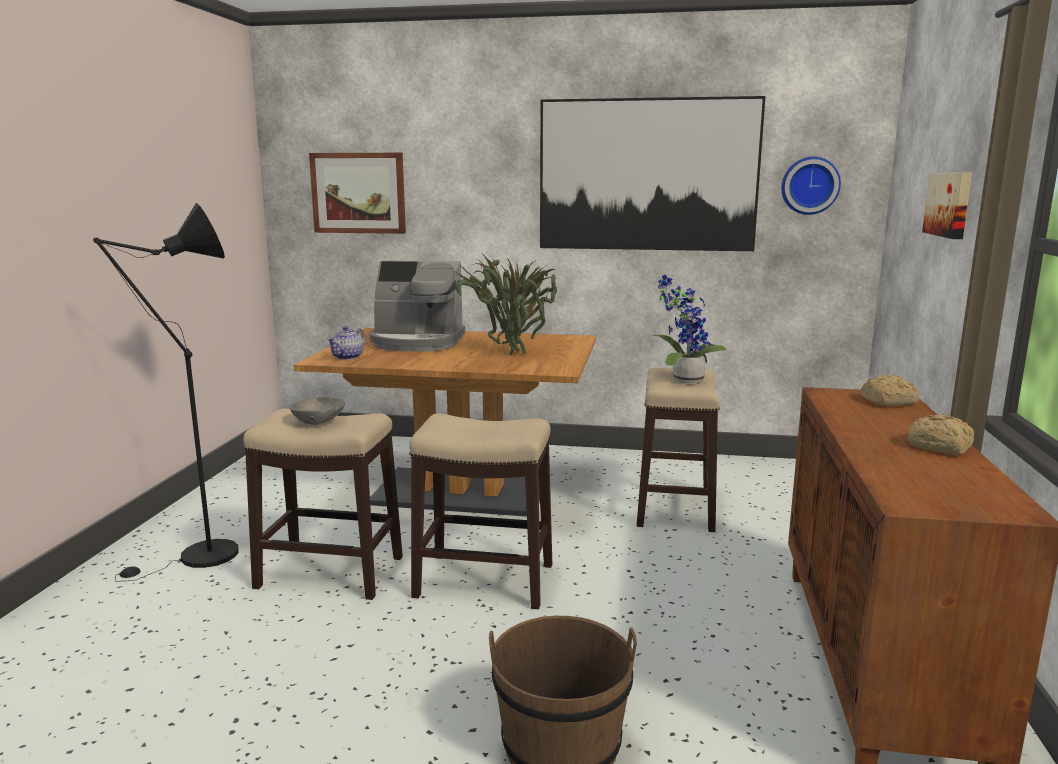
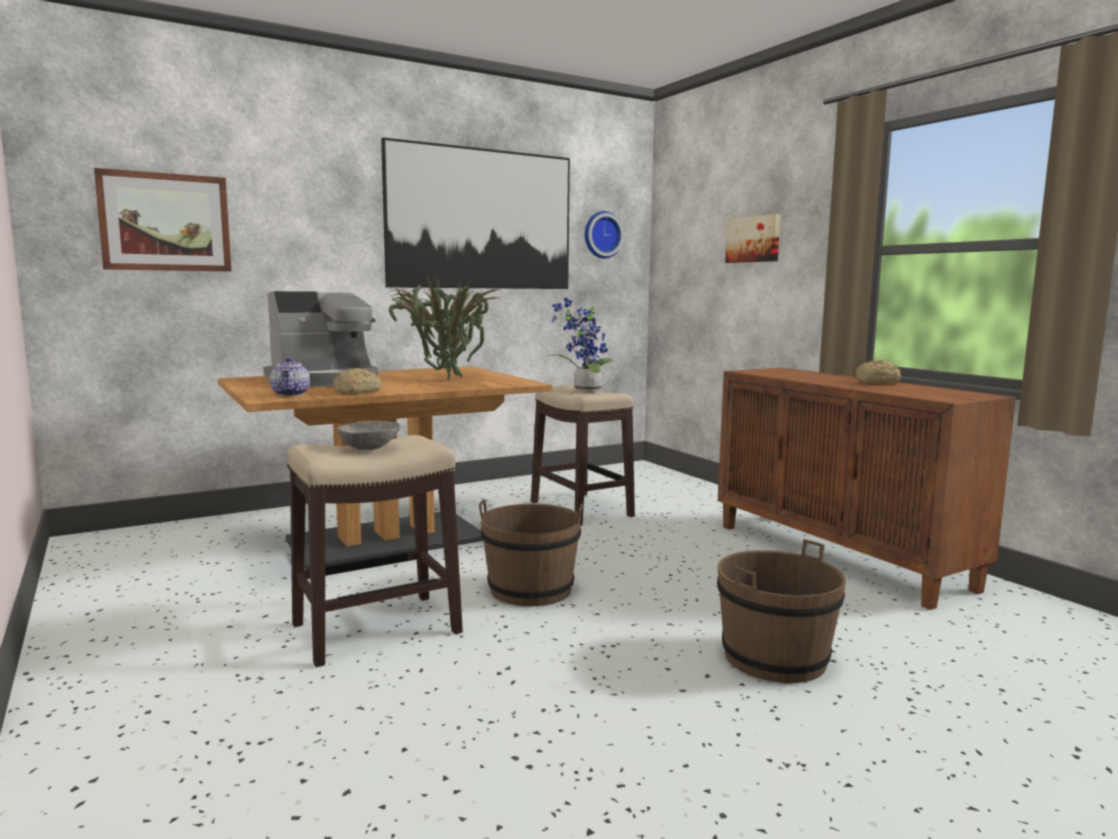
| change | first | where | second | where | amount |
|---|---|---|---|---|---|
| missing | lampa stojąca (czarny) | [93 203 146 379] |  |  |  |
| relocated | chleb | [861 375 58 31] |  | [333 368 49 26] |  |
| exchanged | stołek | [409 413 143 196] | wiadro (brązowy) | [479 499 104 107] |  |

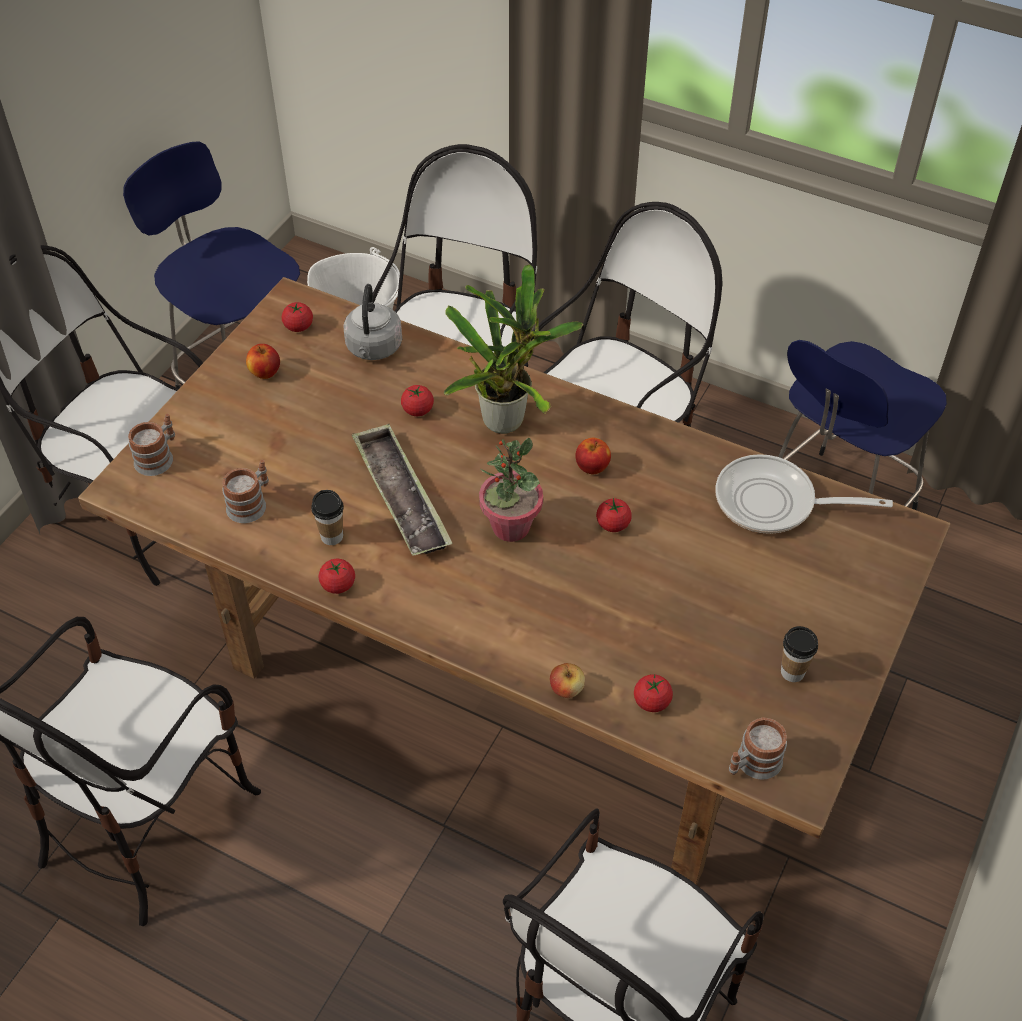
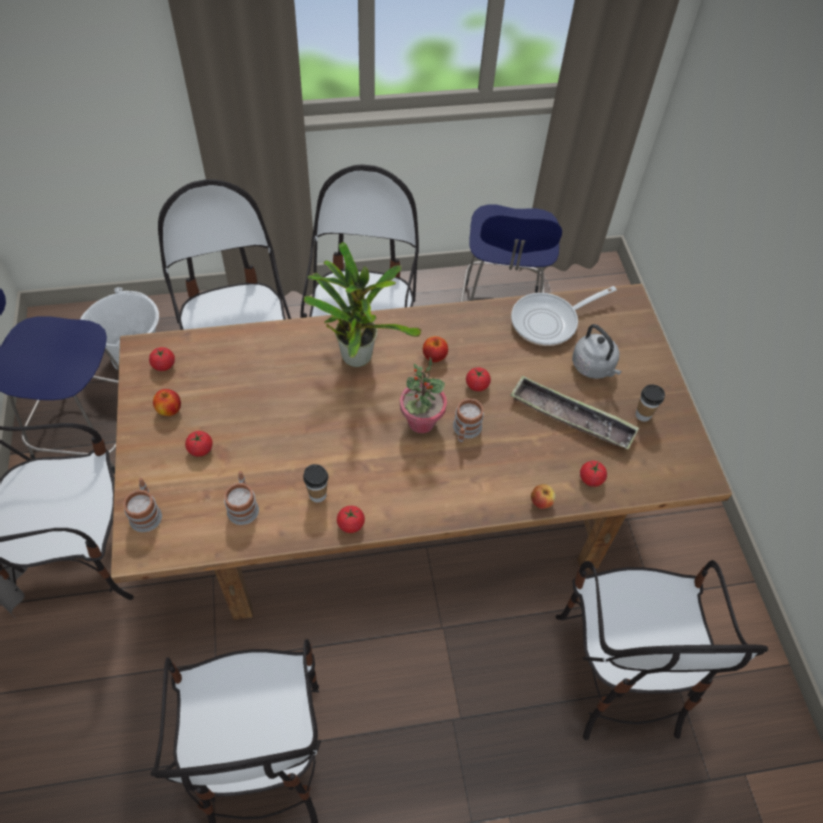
| change | first | where | second | where | amount |
|---|---|---|---|---|---|
| relocated | czajnik (szary) | [343 284 59 76] |  | [572 324 50 55] |  |
| relocated | taca | [352 424 100 132] |  | [510 376 129 73] |  |
| relocated | pomidor | [401 385 33 31] |  | [185 431 28 25] |  |
| relocated | kubek | [729 717 58 63] |  | [453 398 31 45] |  |

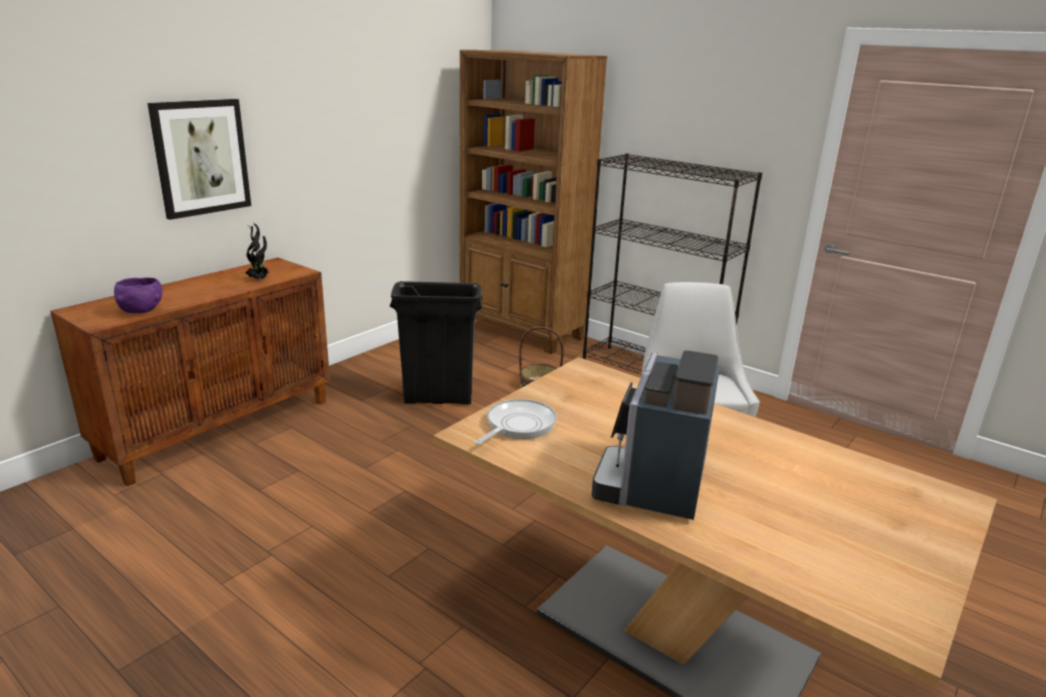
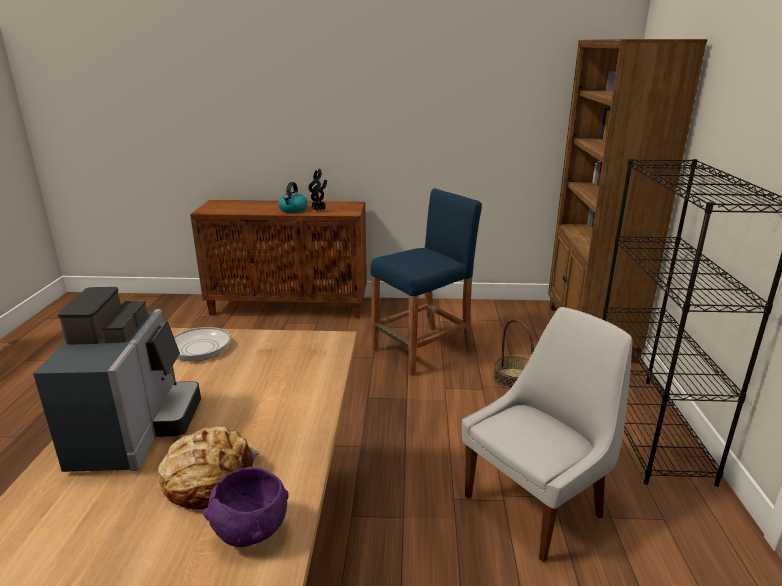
| change | first | where | second | where | amount |
|---|---|---|---|---|---|
| missing | obraz | [147 99 104 121] |  |  |  |
| appeared |  |  | chleb | [158 426 103 84] |  |
| appeared |  |  | czajnik | [278 182 30 31] |  |
| relocated | miska (fioletowy) | [114 278 48 35] |  | [203 467 86 80] |  |
| exchanged | kosz na śmieci (czarny) | [390 281 93 123] | stołek (niebieski) | [370 188 112 188] |  |
| spun | ekspres do kawy | [592 350 128 170] |  | [33 287 168 185] | 105 degrees clockwise |

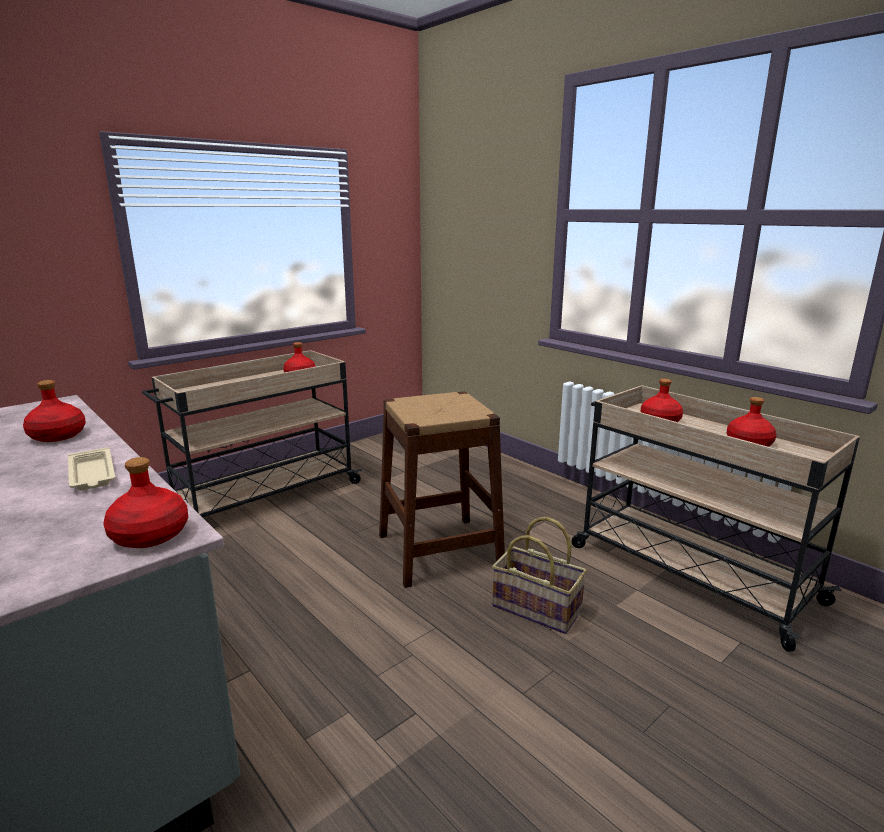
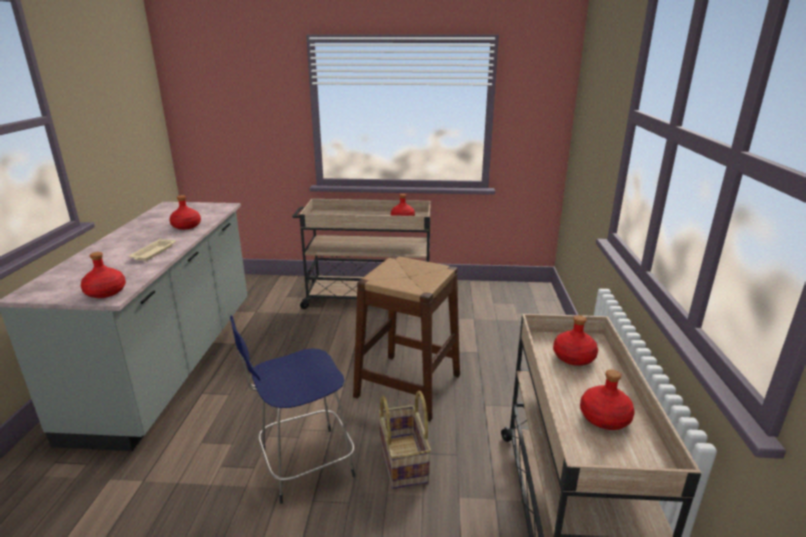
| change | first | where | second | where | amount |
|---|---|---|---|---|---|
| appeared |  |  | stołek (niebieski) | [230 316 125 188] |  |

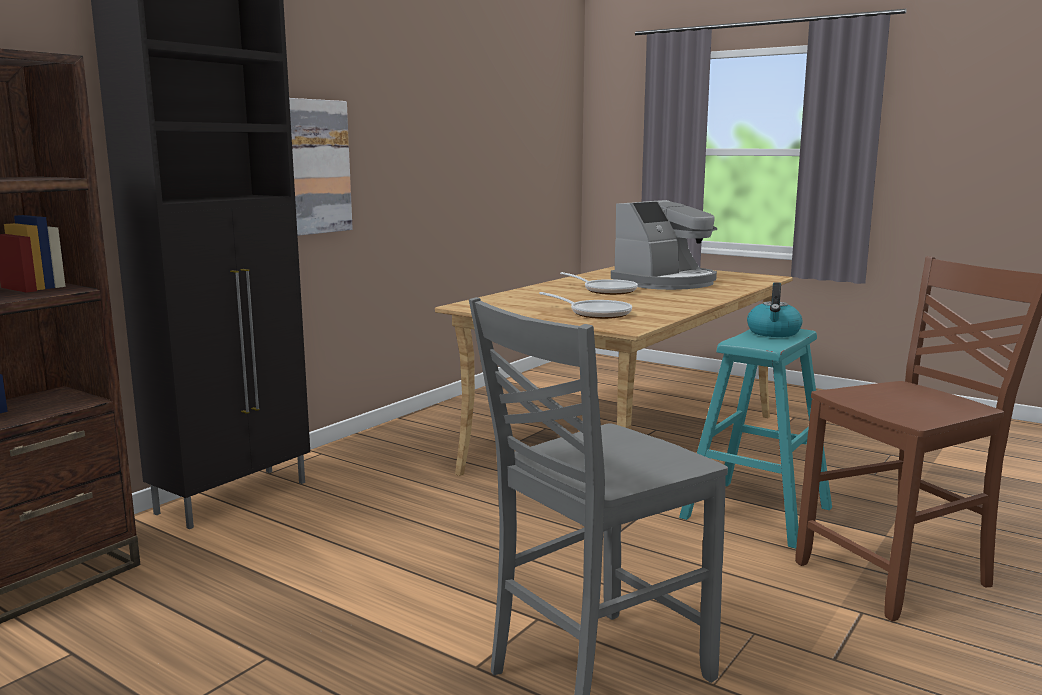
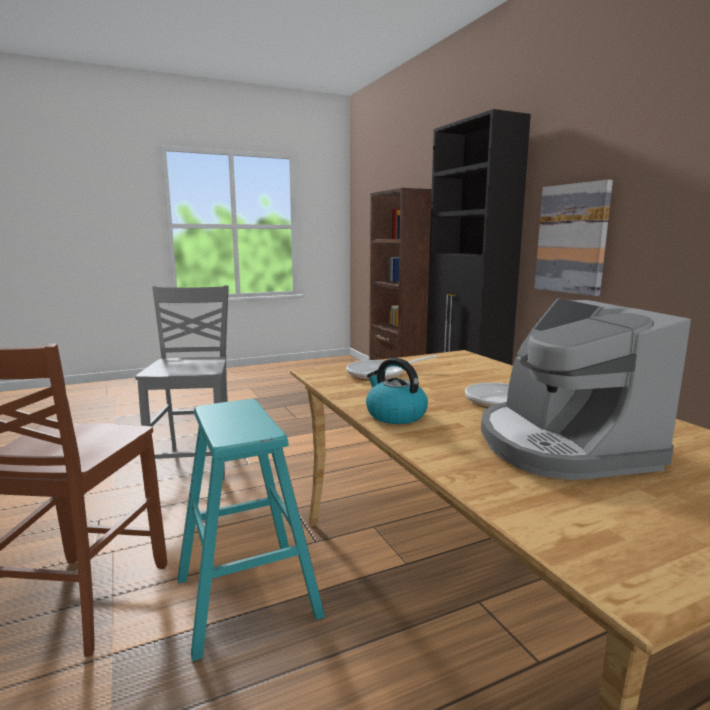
| change | first | where | second | where | amount |
|---|---|---|---|---|---|
| relocated | czajnik | [747 282 56 55] |  | [366 358 62 66] |  |

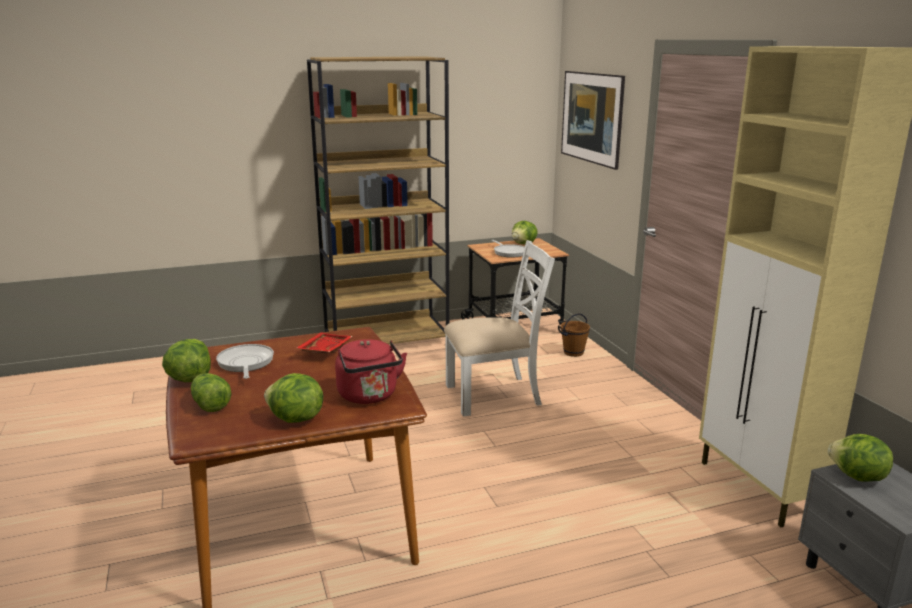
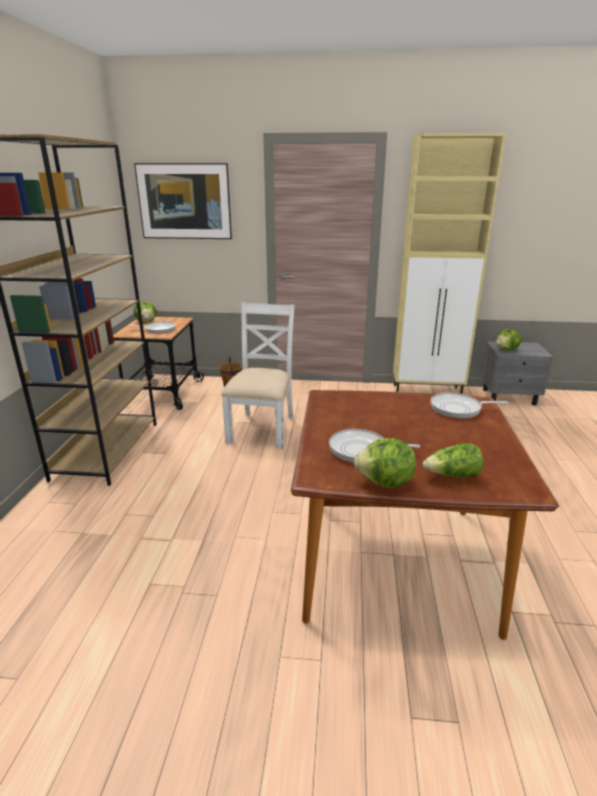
| change | first | where | second | where | amount |
|---|---|---|---|---|---|
| missing | sałata | [264 373 59 50] |  |  |  |
| missing | taca (czerwony) | [296 332 57 22] |  |  |  |
| exchanged | czajnik (czerwony) | [335 339 72 65] | patelnia | [430 393 79 26] |  |

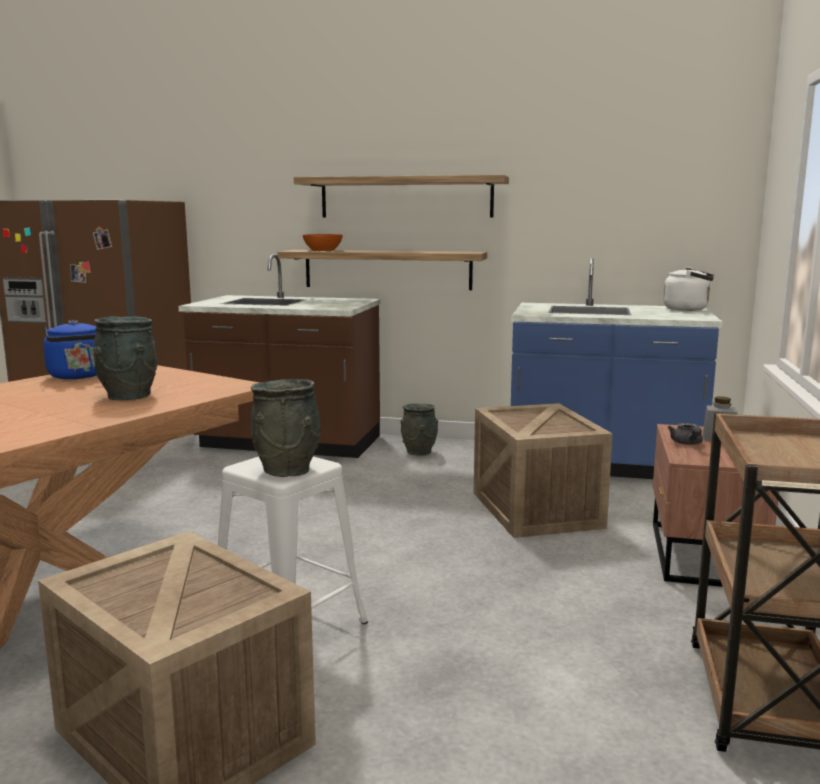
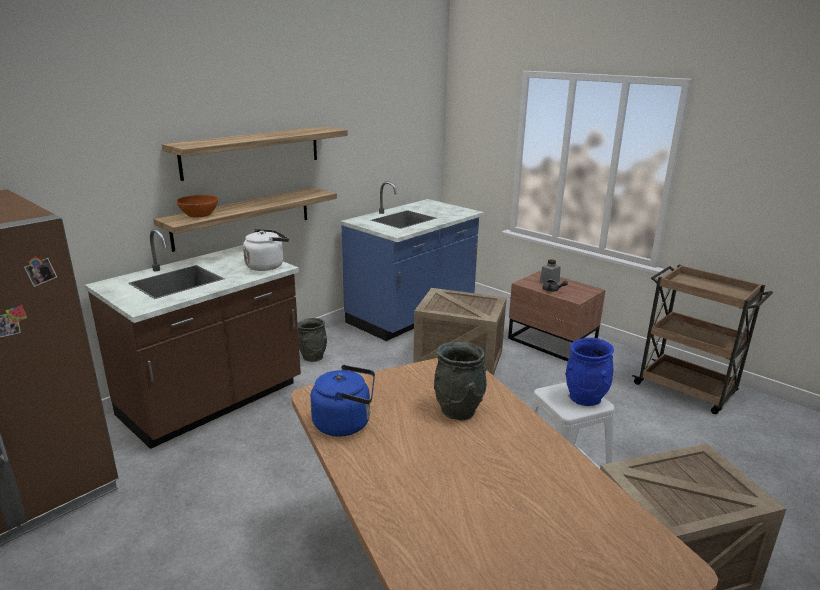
| change | first | where | second | where | amount |
|---|---|---|---|---|---|
| relocated | czajnik (biały) | [663 267 51 44] |  | [243 229 46 42] |  |
| colour | wazon (szary) | [251 379 70 98] | wazon (niebieski) | [565 338 49 68] |  |

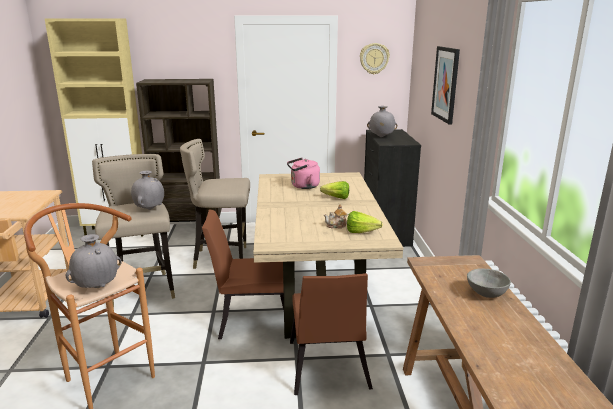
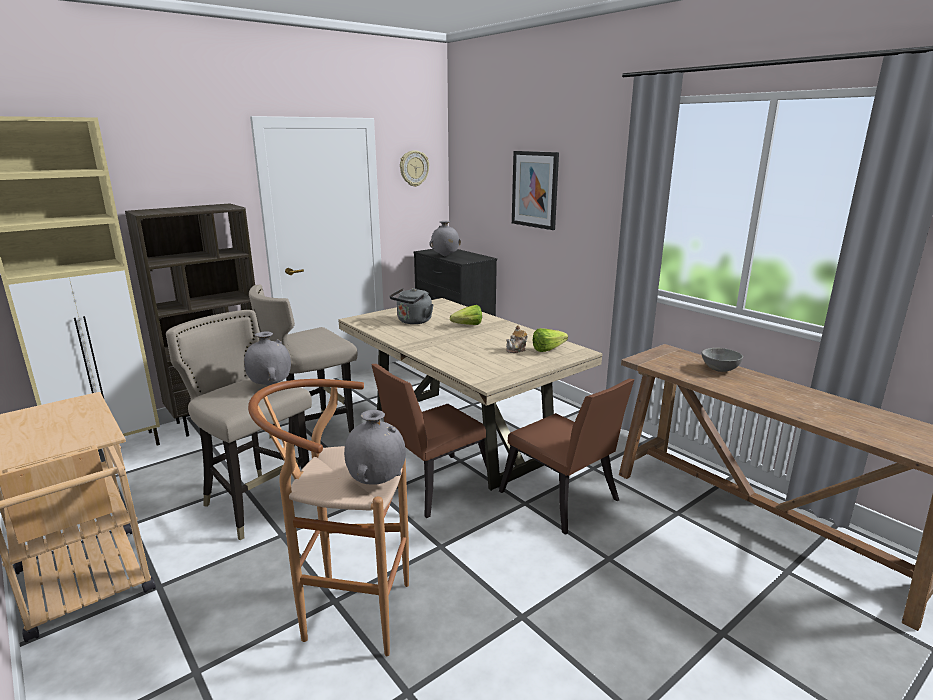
| change | first | where | second | where | amount |
|---|---|---|---|---|---|
| colour | czajnik (różowy) | [287 158 33 31] | czajnik (szary) | [390 288 44 36] |  |

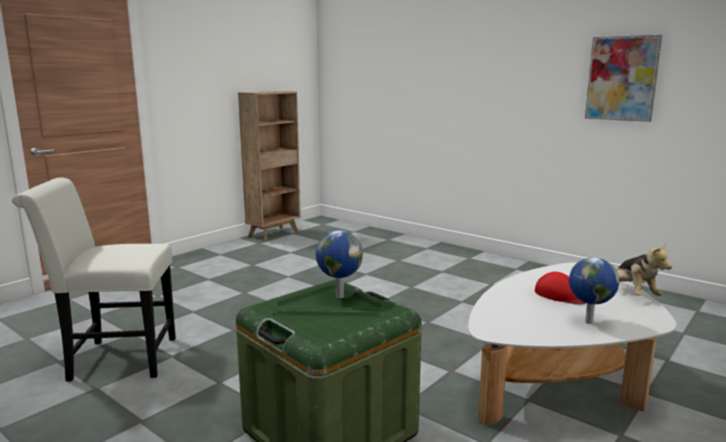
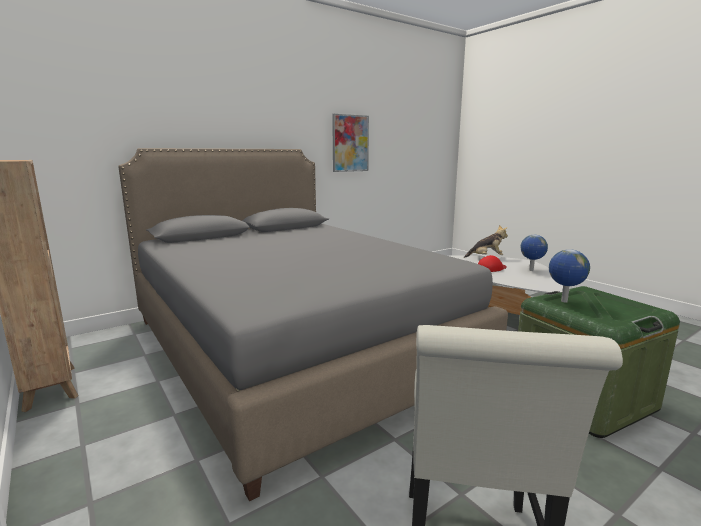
| change | first | where | second | where | amount |
|---|---|---|---|---|---|
| appeared |  |  | łóżko (szary) | [119 148 389 353] |  |

